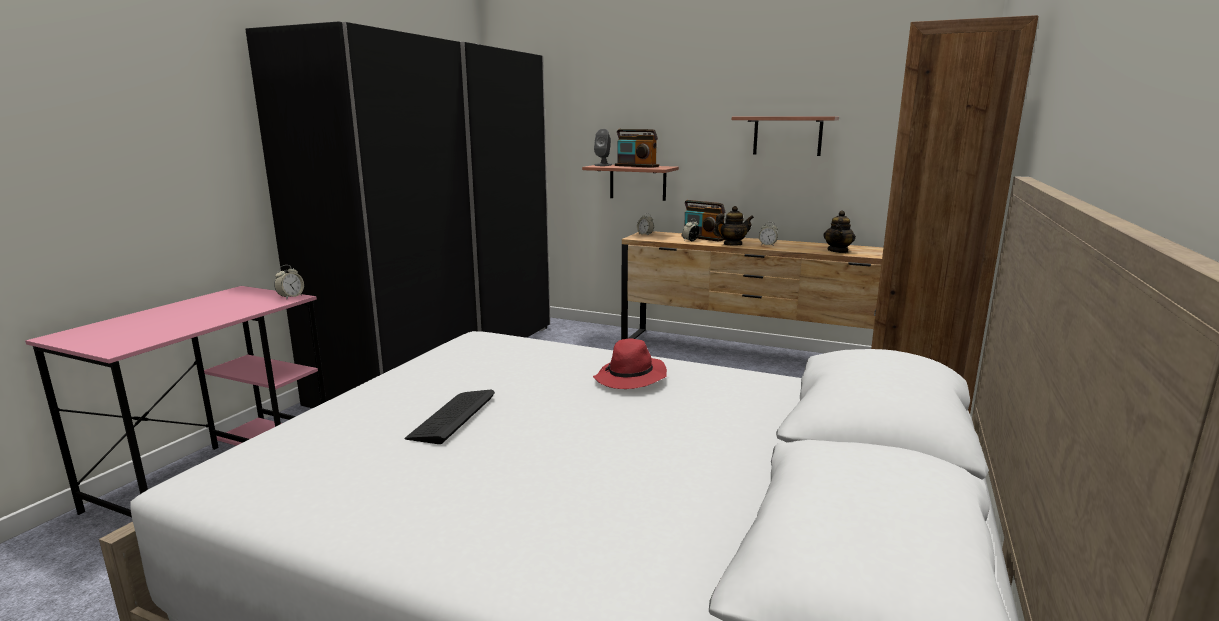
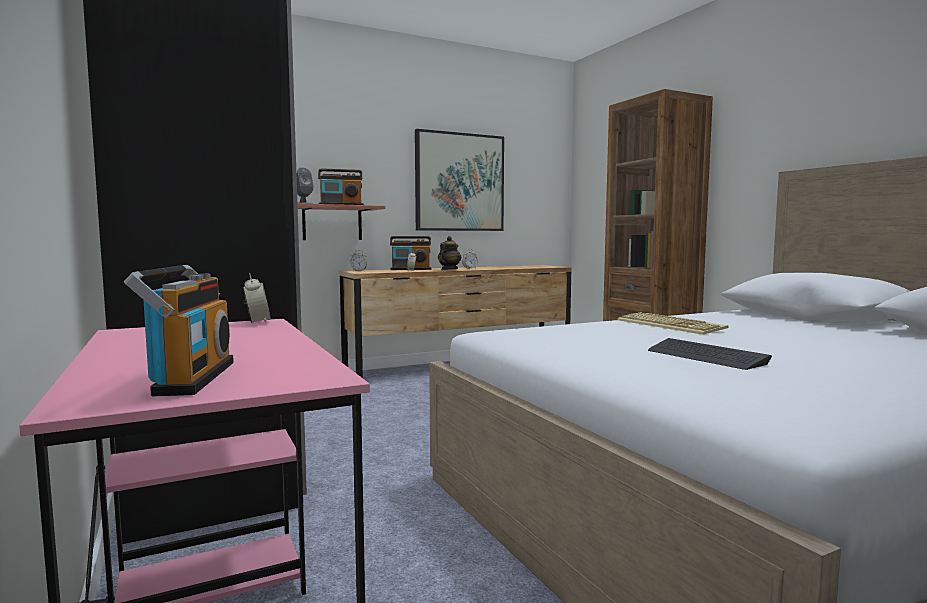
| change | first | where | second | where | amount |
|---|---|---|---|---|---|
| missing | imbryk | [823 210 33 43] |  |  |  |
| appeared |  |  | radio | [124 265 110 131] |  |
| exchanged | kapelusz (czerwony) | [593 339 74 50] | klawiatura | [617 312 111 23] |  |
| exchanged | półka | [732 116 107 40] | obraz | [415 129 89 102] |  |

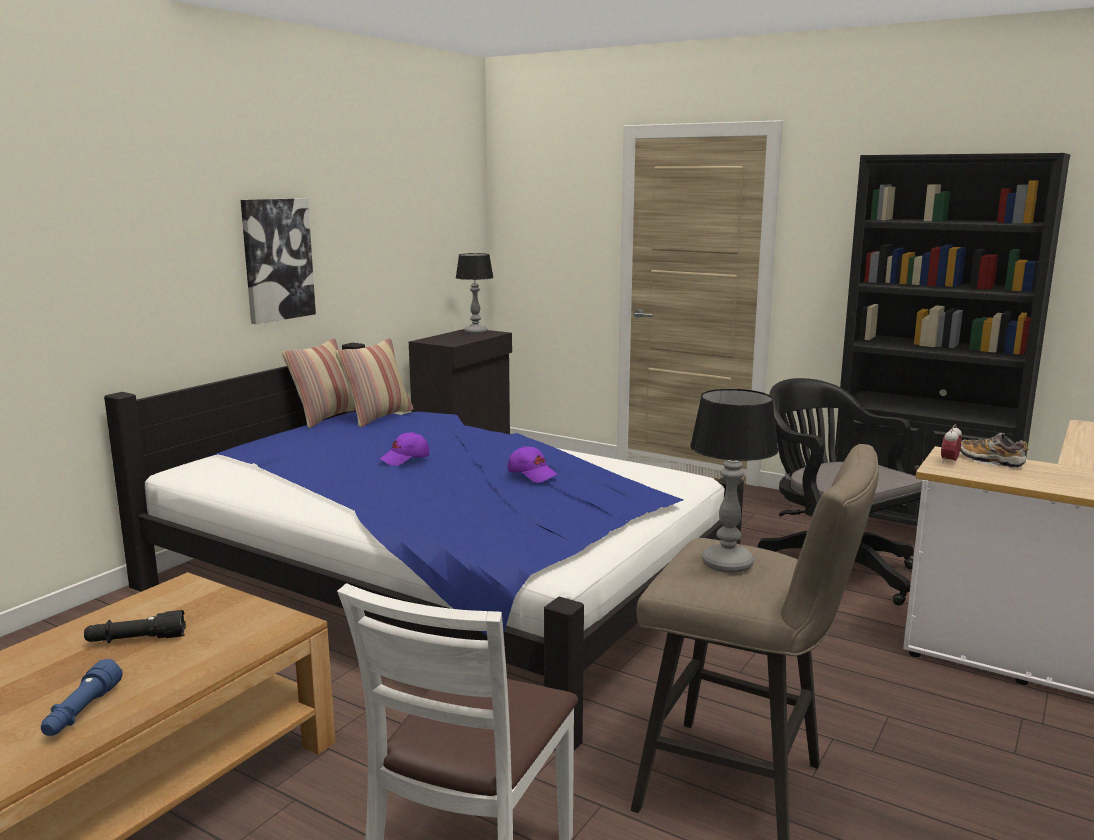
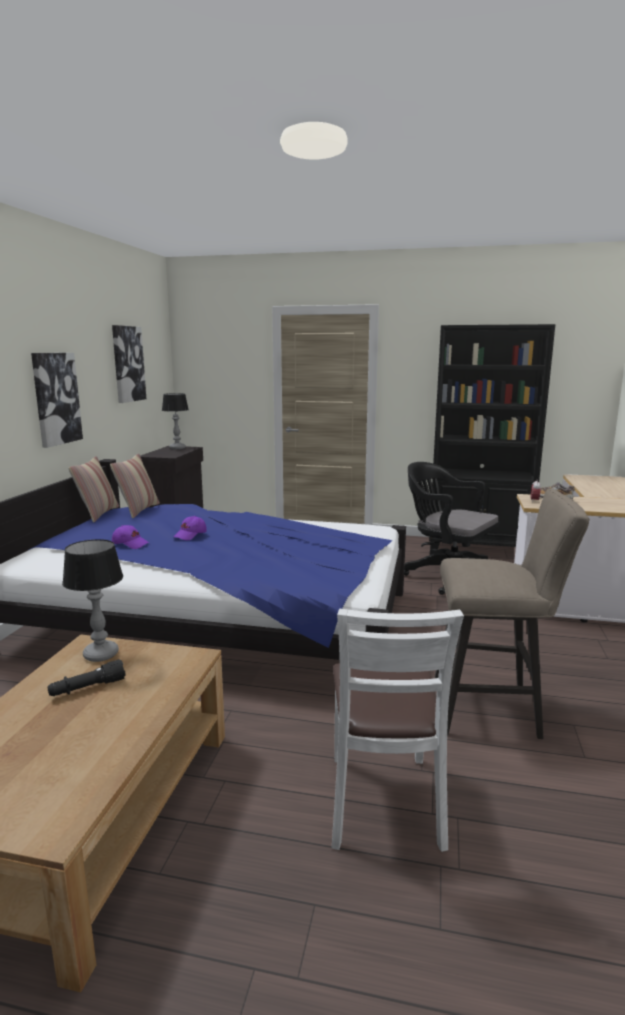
| change | first | where | second | where | amount |
|---|---|---|---|---|---|
| missing | latarka (niebieski) | [41 659 82 77] |  |  |  |
| appeared |  |  | obraz | [112 325 34 78] |  |
| relocated | czapka z daszkiem (fioletowy) | [508 446 50 37] |  | [112 525 37 24] |  |
| relocated | lampa stołowa | [690 389 89 184] |  | [62 539 61 123] |  |

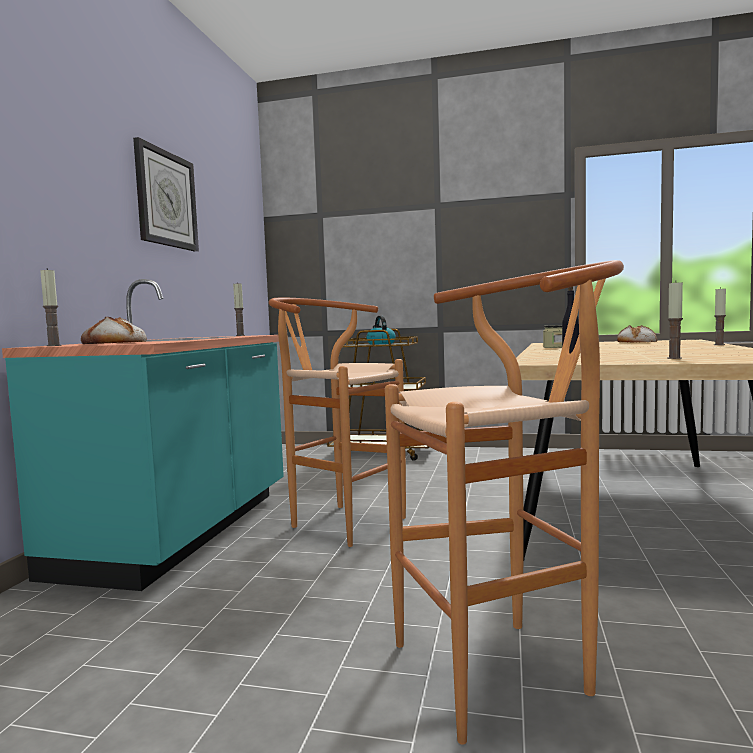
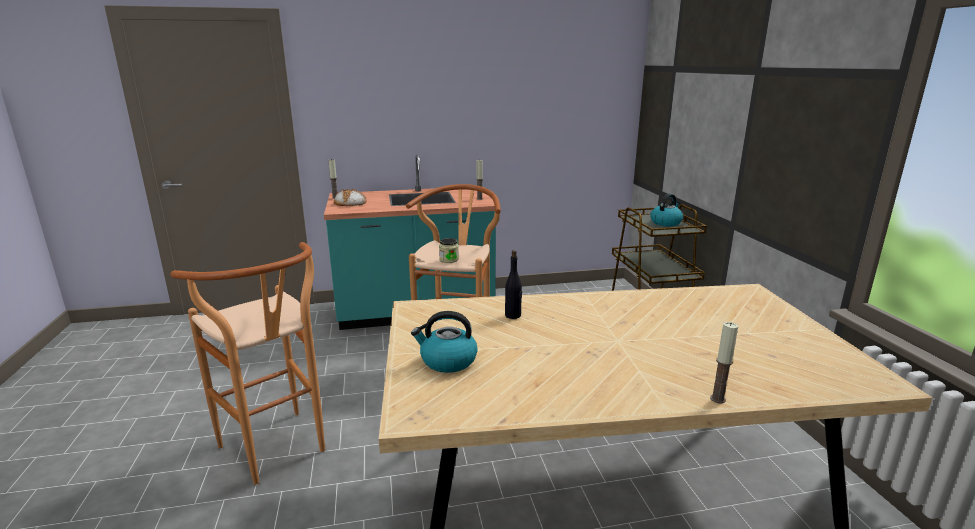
| change | first | where | second | where | amount |
|---|---|---|---|---|---|
| missing | zegar ścienny | [133 137 66 114] |  |  |  |
| missing | chleb | [617 325 40 17] |  |  |  |
| relocated | słoik | [543 325 19 23] |  | [439 238 20 25] |  |
| exchanged | świeca | [667 281 16 78] | czajnik | [411 311 67 62] |  |

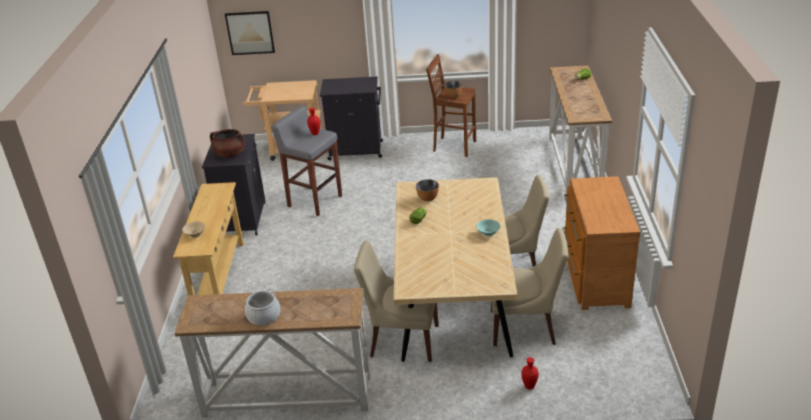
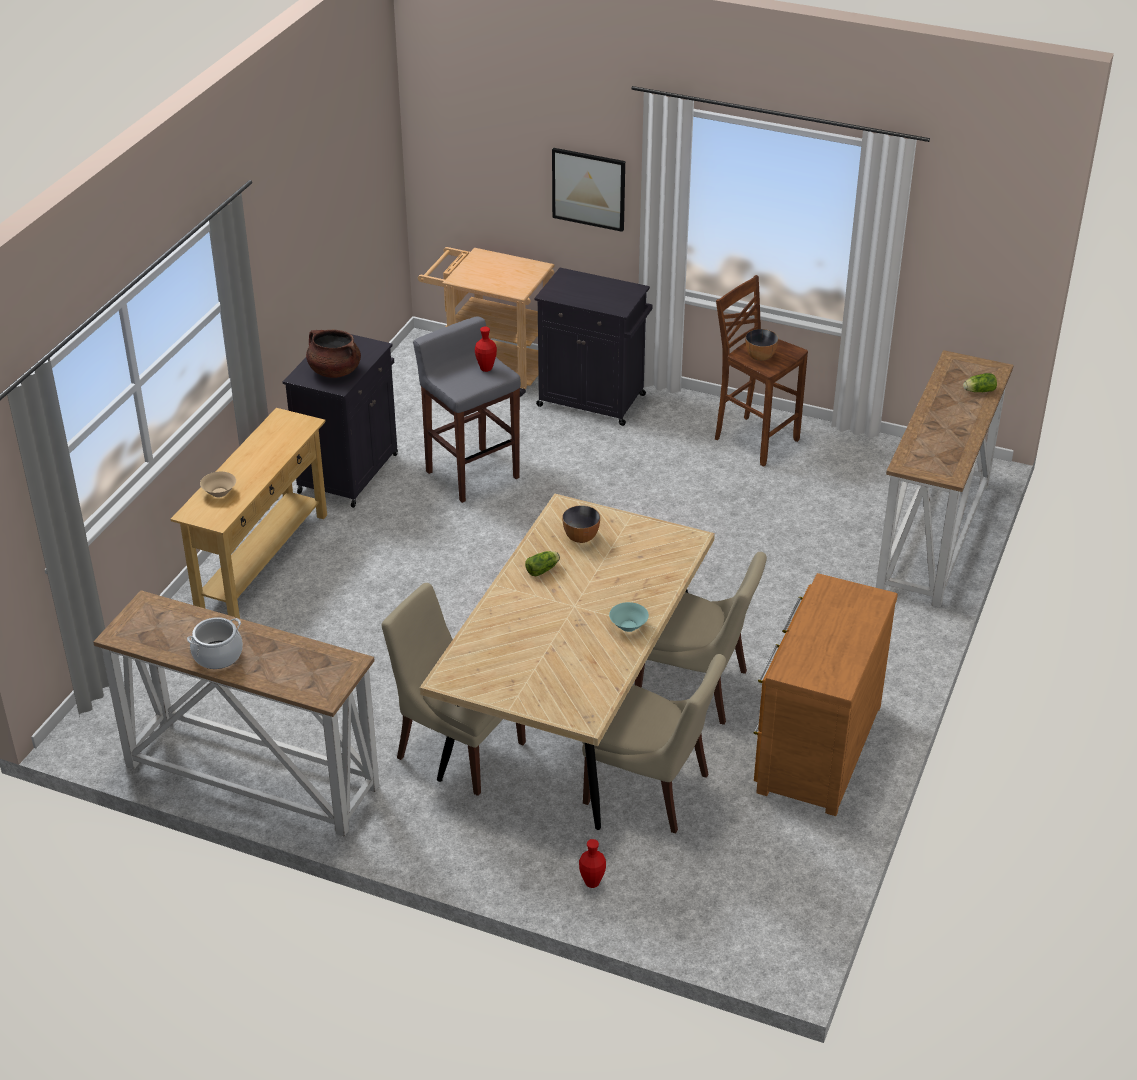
| change | first | where | second | where | amount |
|---|---|---|---|---|---|
| relocated | obraz | [225 11 50 44] |  | [552 148 73 84] |  |

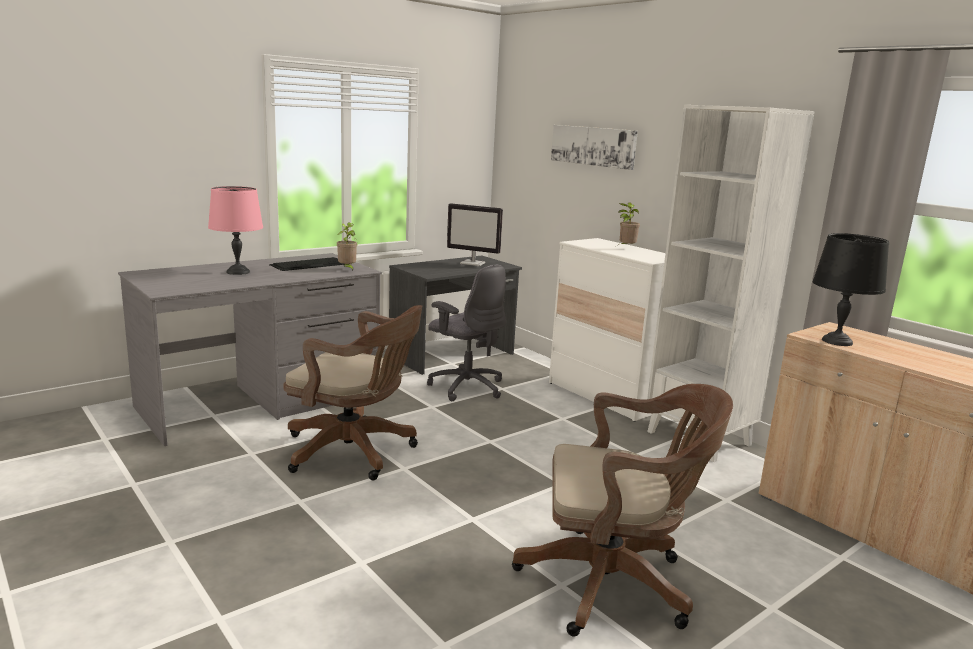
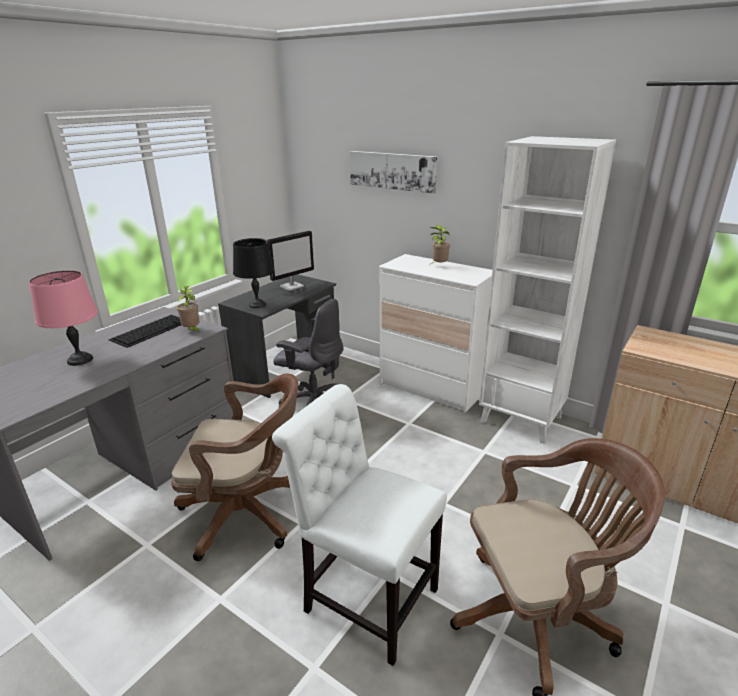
| change | first | where | second | where | amount |
|---|---|---|---|---|---|
| appeared |  |  | krzesło (biały) | [272 384 175 282] |  |
| relocated | lampa stołowa (czarny) | [813 233 76 113] |  | [233 238 41 70] |  |
| spun | monitor | [447 203 56 63] |  | [267 231 47 60] | 45 degrees counterclockwise |

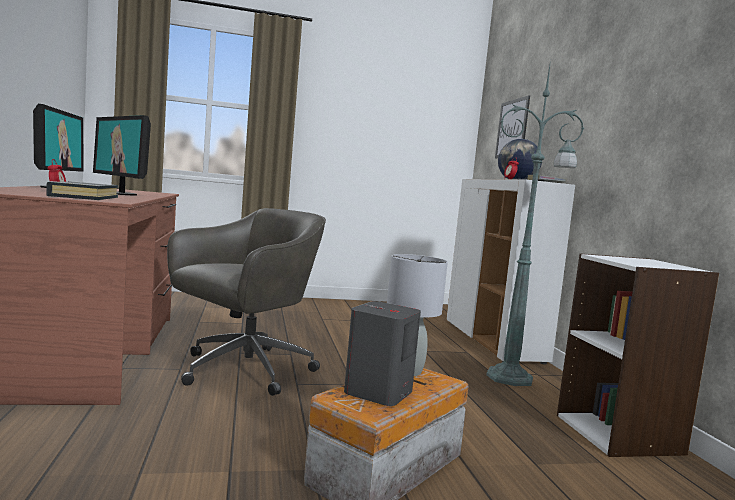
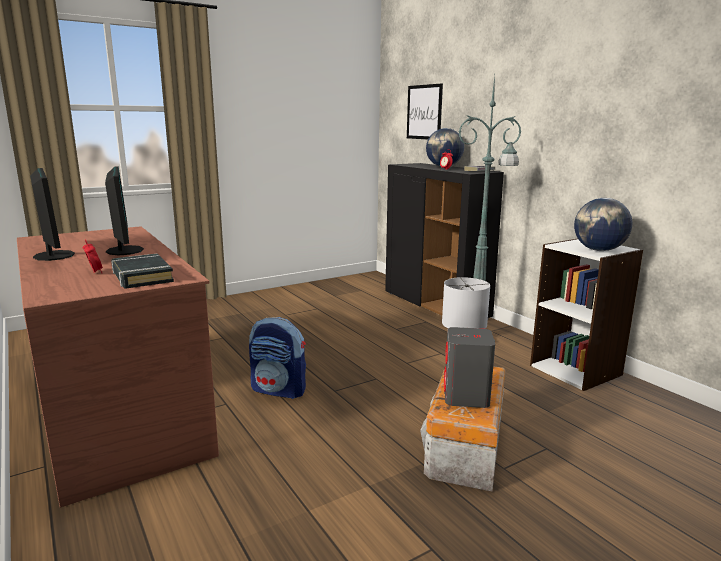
| change | first | where | second | where | amount |
|---|---|---|---|---|---|
| appeared |  |  | globus | [574 198 59 53] |  |
| exchanged | krzesło biurowe (szary) | [167 208 159 188] | plecak | [249 317 57 82] |  |
| colour | szafka (biały) | [446 179 129 186] | szafka (czarny) | [385 163 119 156] |  |
| spun | monitor | [93 115 58 80] |  | [105 166 39 89] | 135 degrees counterclockwise |

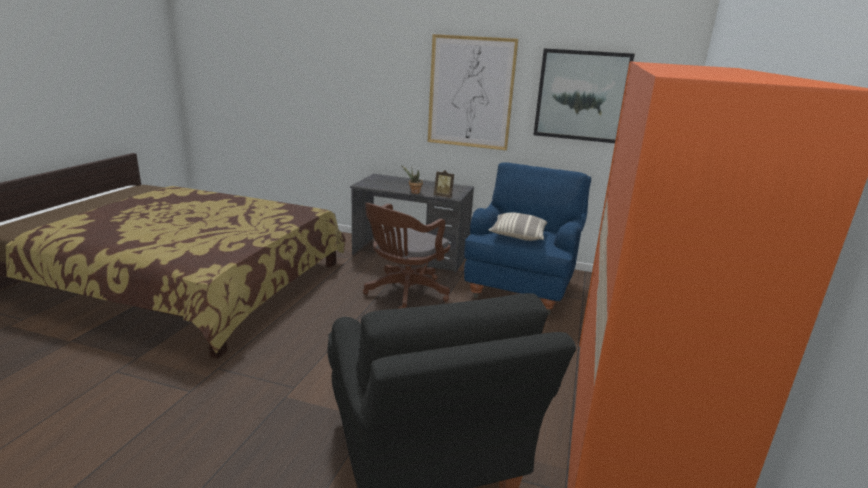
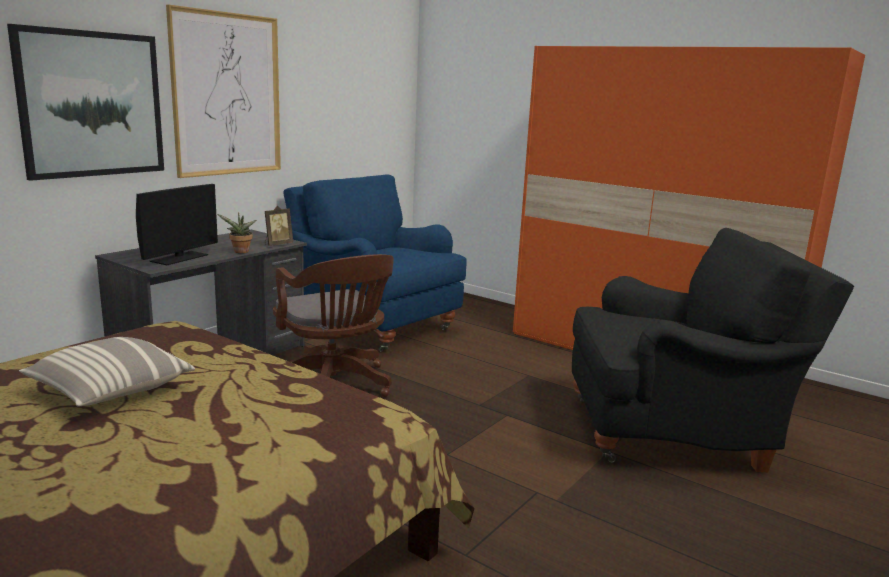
| change | first | where | second | where | amount |
|---|---|---|---|---|---|
| appeared |  |  | monitor | [136 184 82 81] |  |
| relocated | poduszka | [489 212 58 29] |  | [19 337 176 70] |  |
| relocated | obraz | [534 48 101 95] |  | [7 24 157 157] |  |

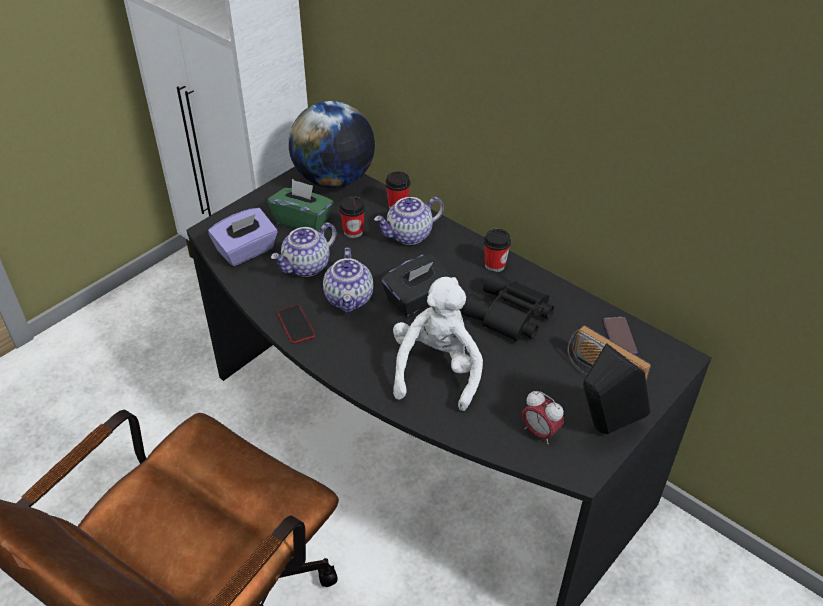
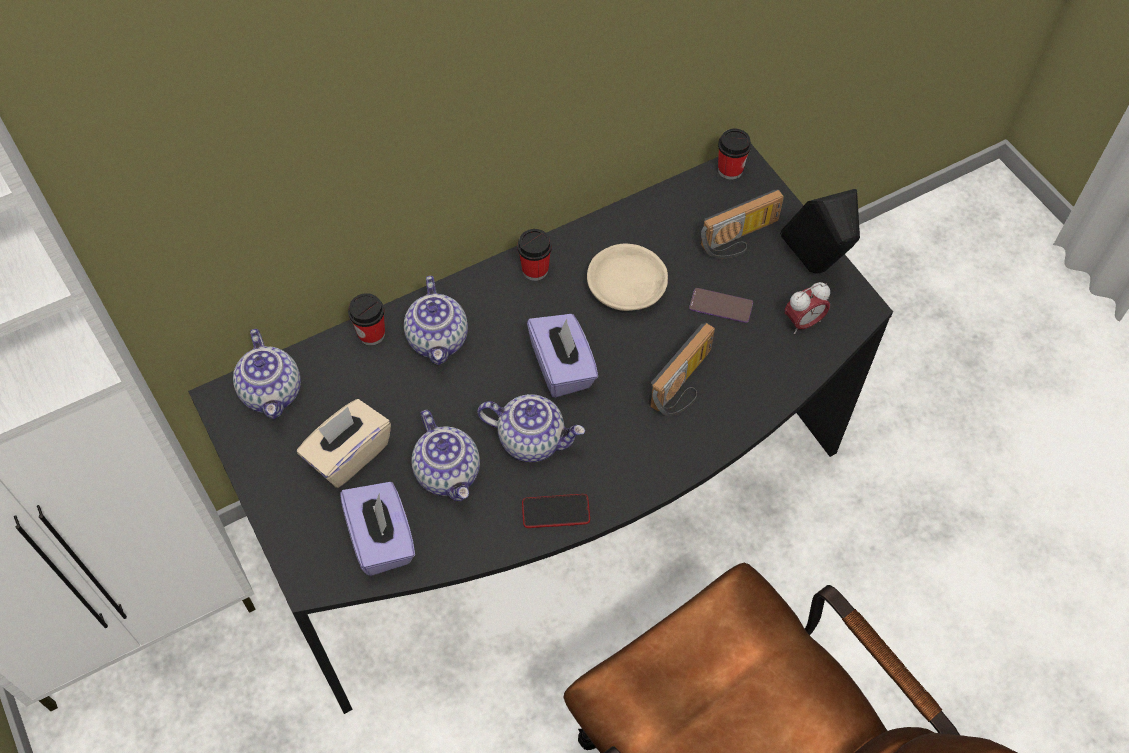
| change | first | where | second | where | amount |
|---|---|---|---|---|---|
| relocated | filiżanka | [339 196 26 42] |  | [718 129 33 51] |  |
| relocated | telefon | [603 317 34 37] |  | [689 288 64 35] |  |
| exchanged | globus | [289 101 86 87] | imbryk | [233 329 68 90] |  |
| exchanged | pluszak (biały) | [393 277 90 134] | radio | [649 323 66 93] |  |
| exchanged | lornetka (czarny) | [462 271 92 71] | miska (beżowy) | [587 244 81 67] |  |
| colour | pudełko chusteczek (zielony) | [267 179 66 52] | pudełko chusteczek (beżowy) | [297 399 94 89] |  |
| colour | pudełko chusteczek (czarny) | [381 253 71 63] | pudełko chusteczek (fioletowy) | [527 314 71 84] |  |

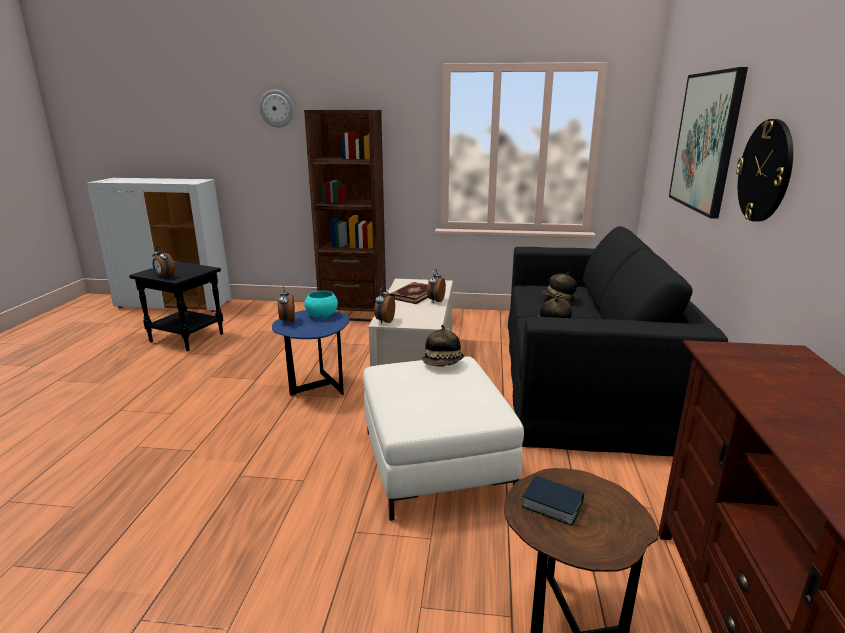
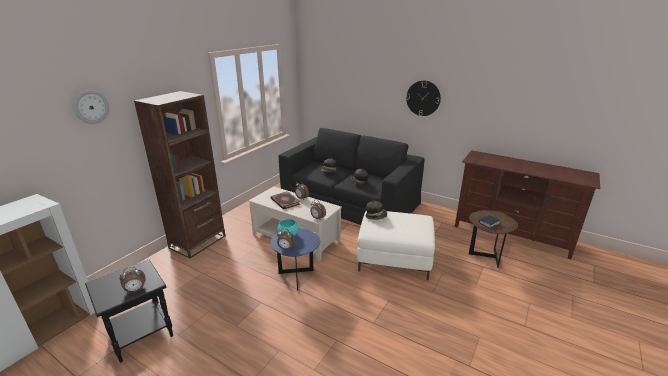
| change | first | where | second | where | amount |
|---|---|---|---|---|---|
| missing | obraz | [669 67 79 152] |  |  |  |

